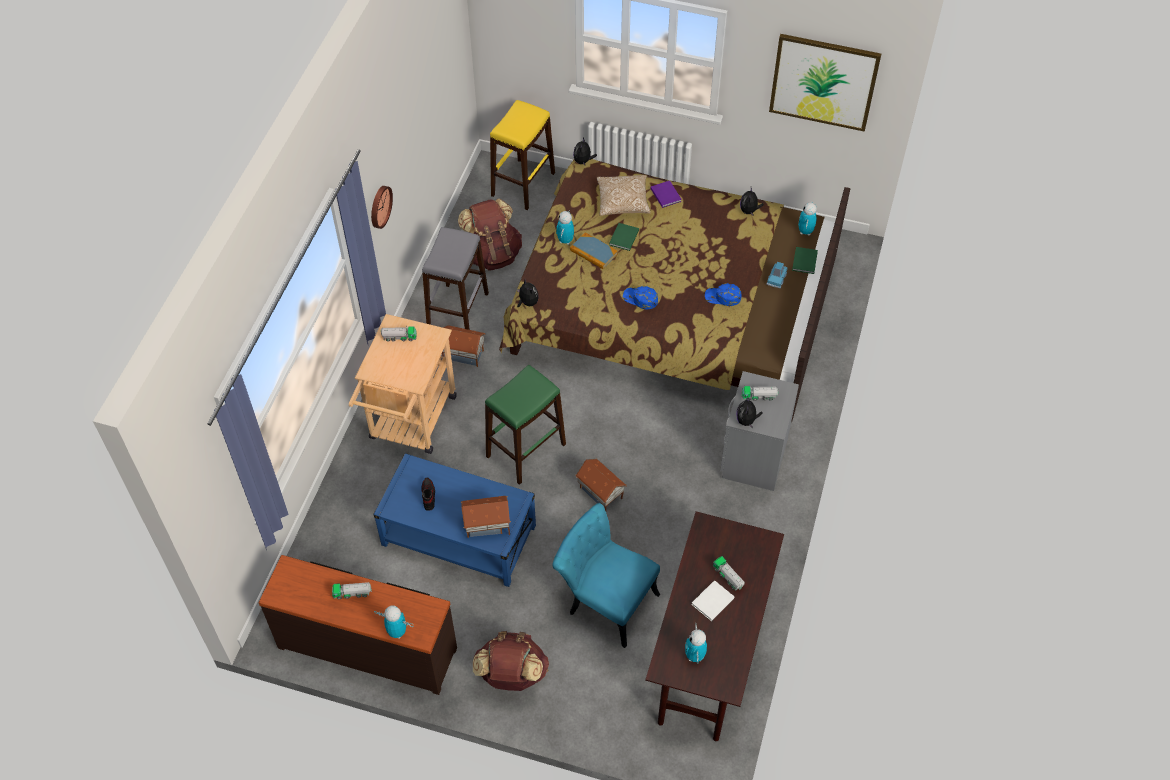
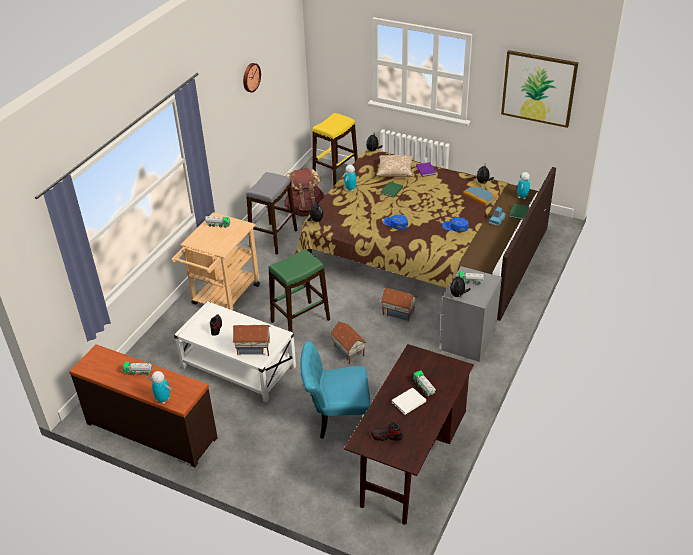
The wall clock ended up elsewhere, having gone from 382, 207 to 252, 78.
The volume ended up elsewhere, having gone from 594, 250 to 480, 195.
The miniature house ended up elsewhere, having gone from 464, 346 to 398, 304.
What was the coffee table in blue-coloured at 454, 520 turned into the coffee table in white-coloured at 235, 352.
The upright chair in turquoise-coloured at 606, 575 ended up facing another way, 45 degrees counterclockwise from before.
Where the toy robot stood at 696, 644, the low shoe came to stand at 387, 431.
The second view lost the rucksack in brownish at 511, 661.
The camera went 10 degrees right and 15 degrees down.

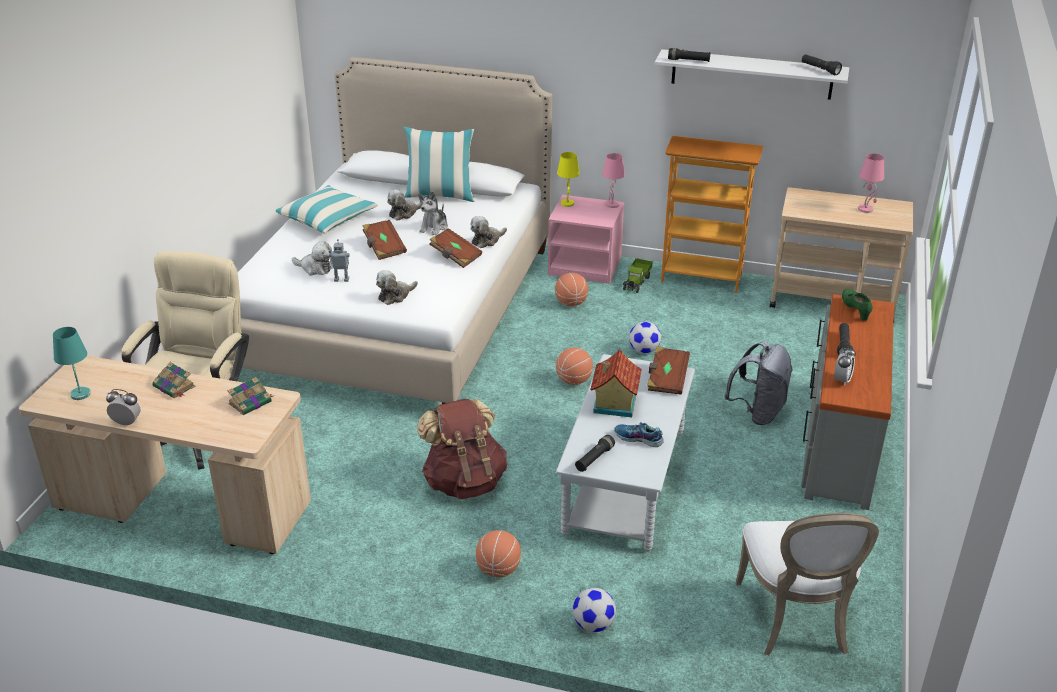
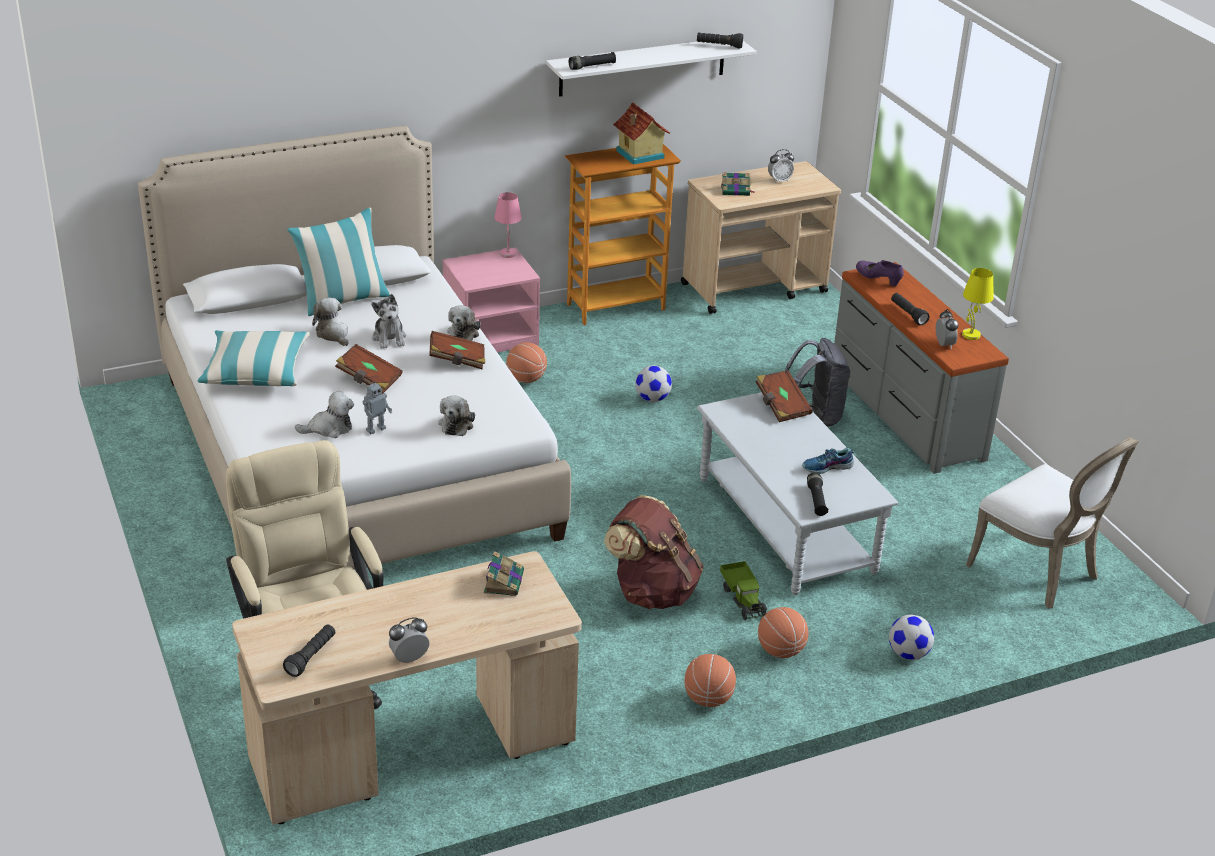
The table lamp in yellowish ended up elsewhere, having gone from 568, 179 to 978, 304.
Where the table lamp in pink-coloured stood at 871, 183, the table clock came to stand at 781, 165.
The cuddly toy at 404, 205 ended up facing another way, 135 degrees clockwise from before.
The model truck ended up elsewhere, having gone from 638, 275 to 743, 590.
What was the low shoe in green-coloured at 857, 305 turned into the low shoe in purple at 880, 273.
Where the table lamp in turquoise-coloured stood at 72, 363, the torch in black came to stand at 309, 650.
The basketball ended up elsewhere, having gone from 574, 366 to 710, 680.
The miniature house ended up elsewhere, having gone from 616, 383 to 641, 133.
The volume ended up elsewhere, having gone from 174, 380 to 738, 184.
The camera went 40 degrees left and 0 degrees up.

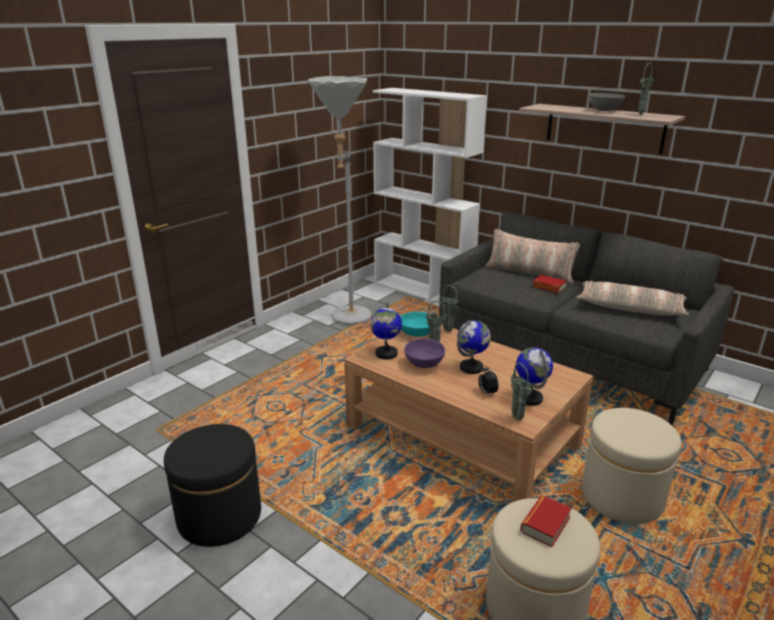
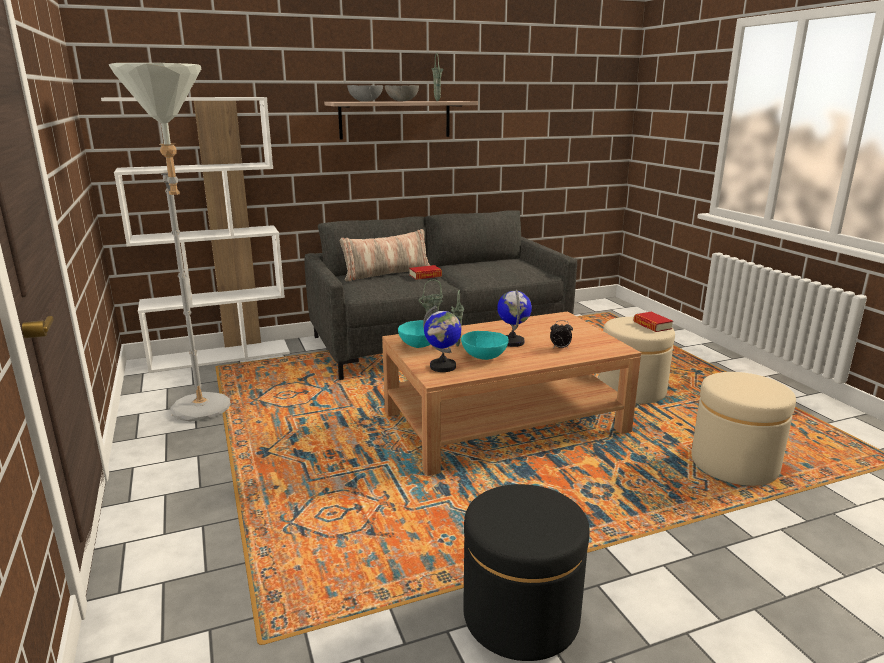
The second view lost the pillow at 633, 298.
What was the deep dish in purple at 424, 353 turned into the deep dish in turquoise-coloured at 485, 345.
The second view lost the desk globe at 534, 376.
The second view lost the vase in green-coloured at 521, 391.
The volume ended up elsewhere, having gone from 546, 521 to 653, 322.
The second view gained the deep dish in grey at 365, 93.
The camera went 60 degrees left and 5 degrees down.

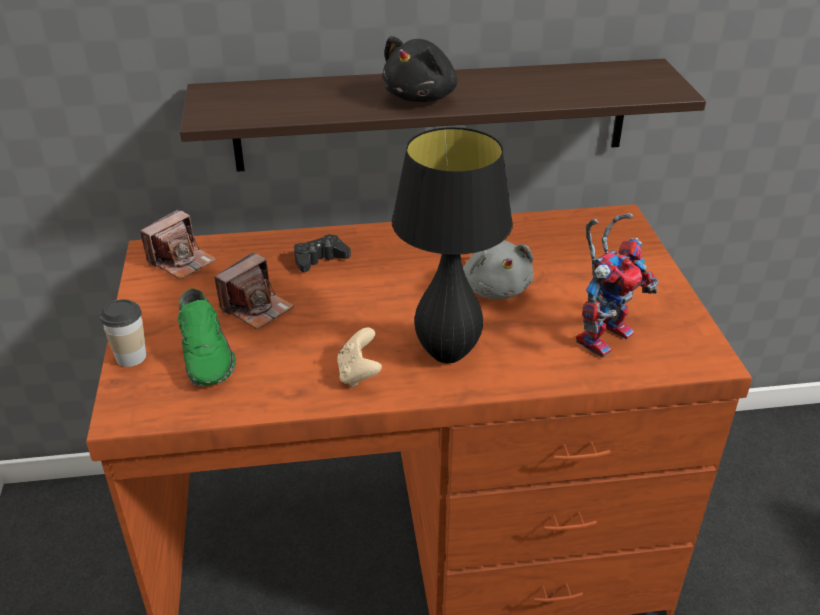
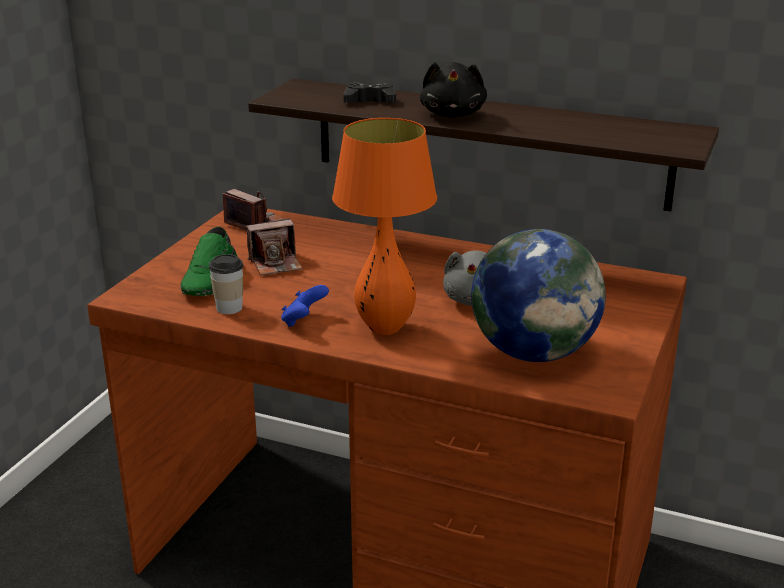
The cuddly toy in black at 420, 69 ended up facing another way, 60 degrees counterclockwise from before.
What was the table lamp in black at 452, 245 turned into the table lamp in orange at 384, 226.
The photo camera at 178, 244 ended up facing another way, 120 degrees counterclockwise from before.
Where the toy robot stood at 617, 285, the desk globe came to stand at 538, 295.
The gamepad in black ended up elsewhere, having gone from 322, 253 to 369, 92.
The cup ended up elsewhere, having gone from 123, 333 to 226, 284.
What was the gamepad in sand-coloured at 359, 357 turned into the gamepad in blue-coloured at 305, 306.
The camera went 30 degrees right and 10 degrees down.

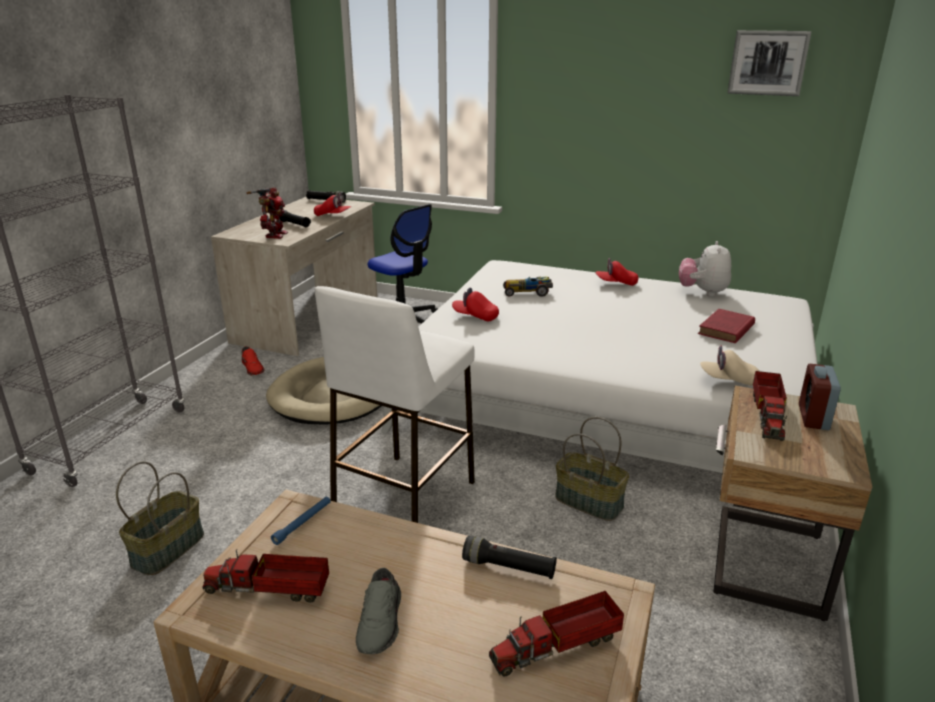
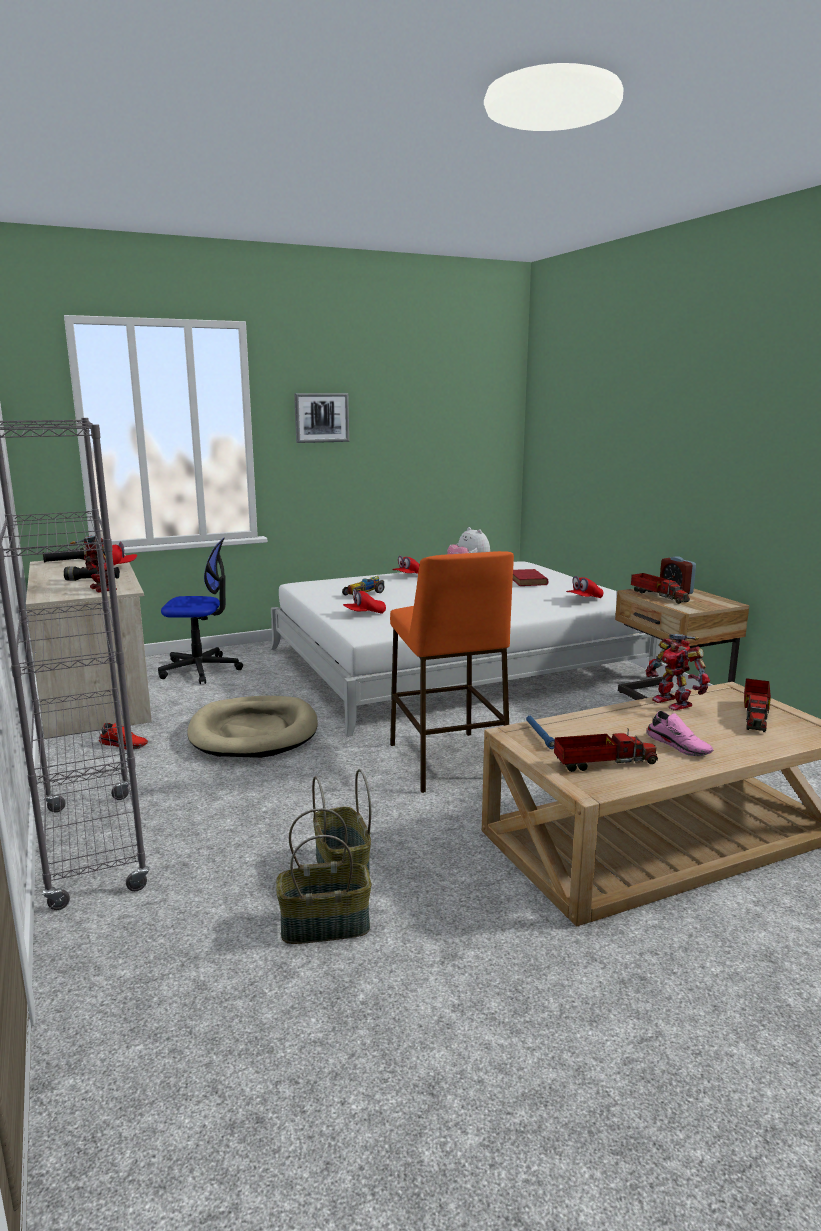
The wall picture ended up elsewhere, having gone from 769, 63 to 321, 418.
What was the stool in white-coloured at 395, 404 turned into the stool in orange at 452, 672.
What was the baseball cap in sand-coloured at 729, 366 turned into the baseball cap in red-coloured at 585, 587.
The household basket ended up elsewhere, having gone from 592, 469 to 323, 876.
Where the torch in black stood at 509, 557, the toy robot came to stand at 677, 672.
The model truck at 266, 575 ended up facing another way, 150 degrees counterclockwise from before.
What was the low shoe in grey at 378, 611 turned into the low shoe in pink-coloured at 679, 733.
The camera went 45 degrees left and 10 degrees down.

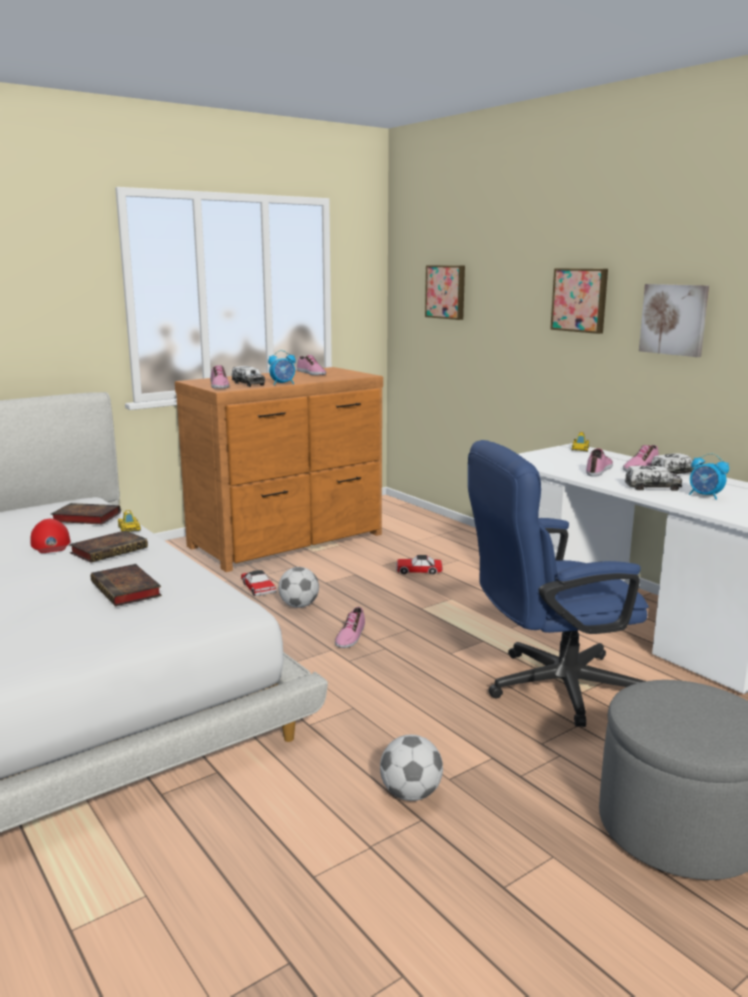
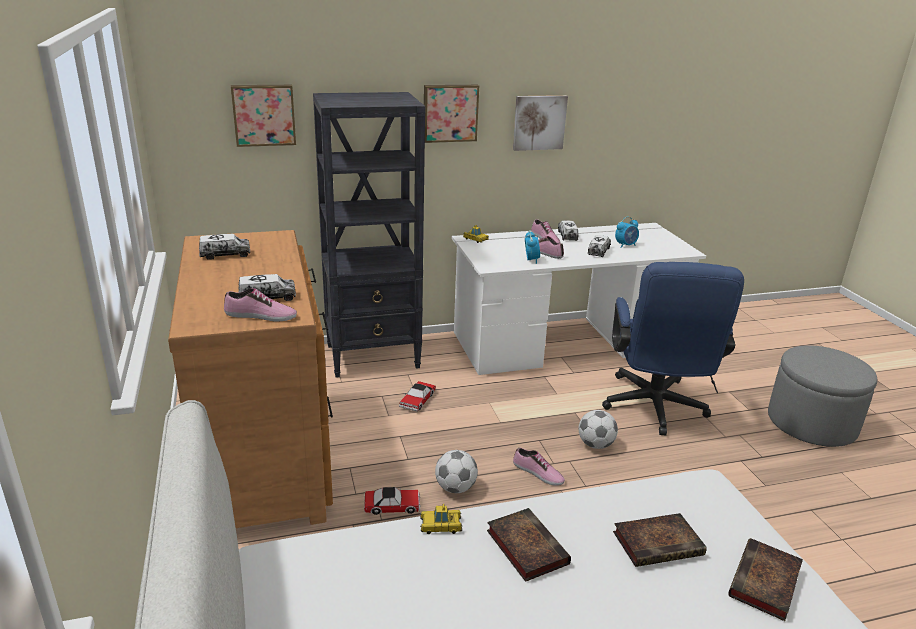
The table clock ended up elsewhere, having gone from 282, 367 to 532, 247.
Where the low shoe stood at 311, 365, the model truck came to stand at 224, 247.
The volume ended up elsewhere, having gone from 85, 513 to 765, 579.
The second view lost the baseball cap in red-coloured at 50, 536.
The football ball ended up elsewhere, having gone from 411, 768 to 598, 429.
The second view gained the bookshelf in black at 369, 235.
The camera went 70 degrees left and 10 degrees up.

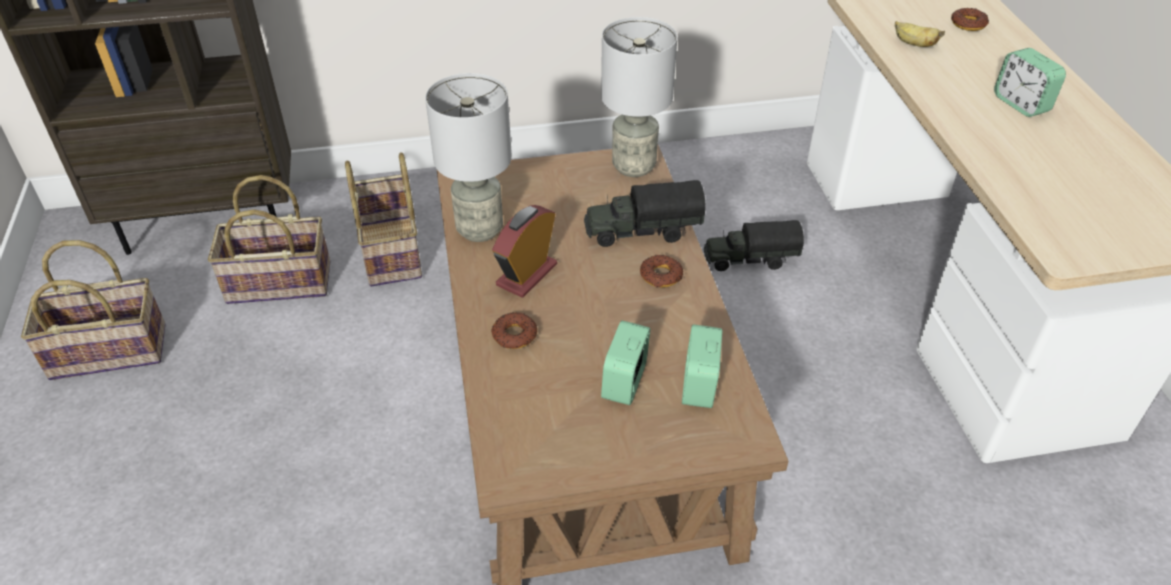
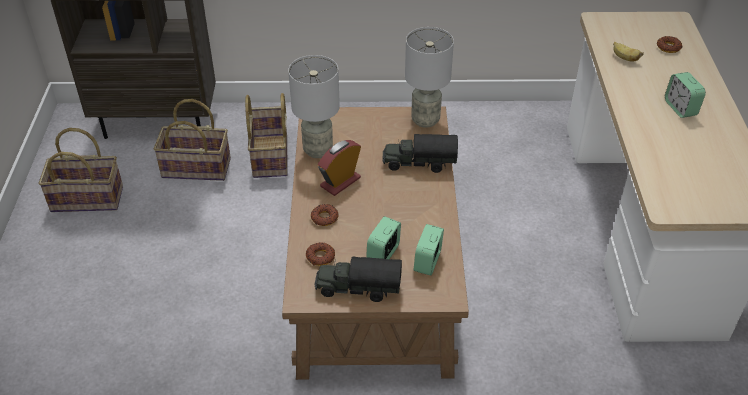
The model truck ended up elsewhere, having gone from 754, 245 to 358, 279.
The doughnut ended up elsewhere, having gone from 661, 271 to 320, 254.
The camera went 10 degrees right and 0 degrees up.

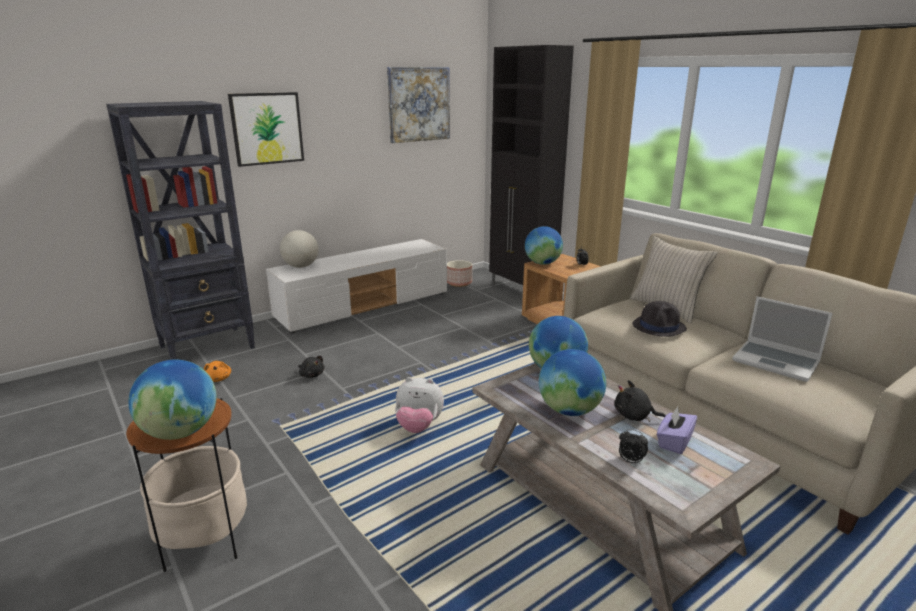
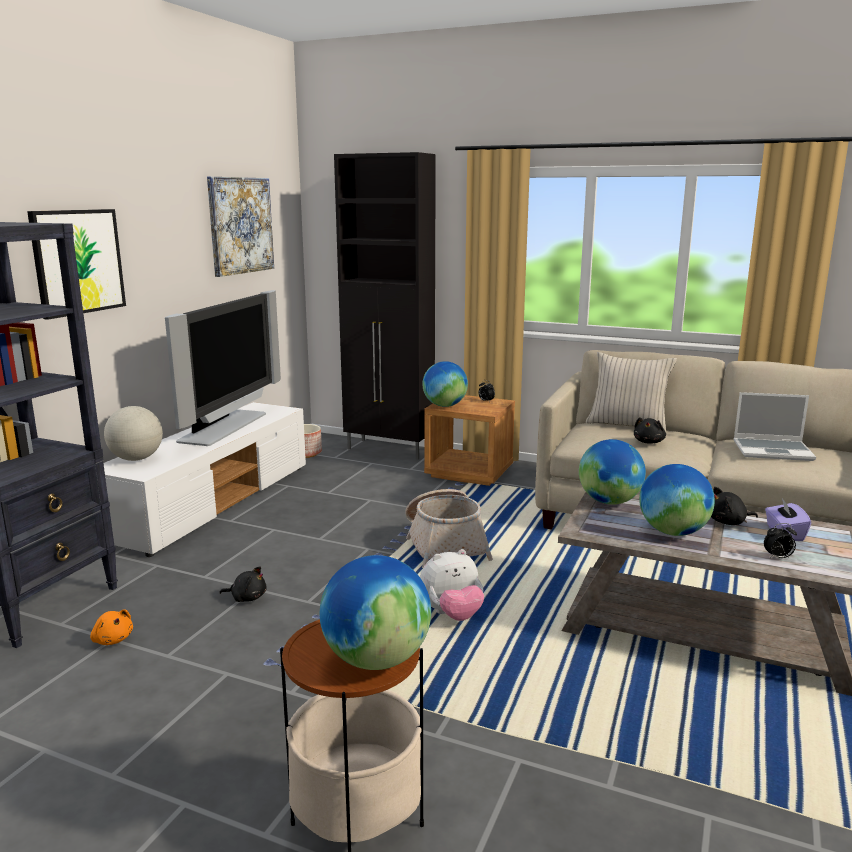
Where the hat in black stood at 659, 319, the cuddly toy in black came to stand at 650, 430.
The second view gained the TV at 223, 368.
The second view gained the household basket at 449, 528.
The camera went 30 degrees left and 5 degrees down.

